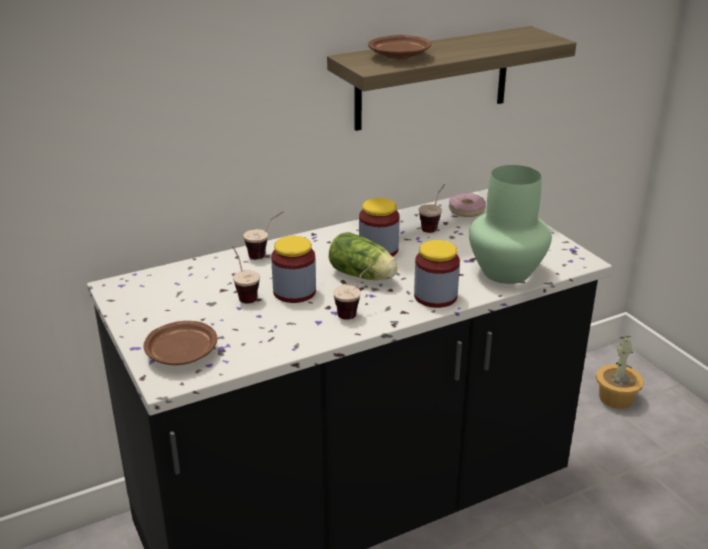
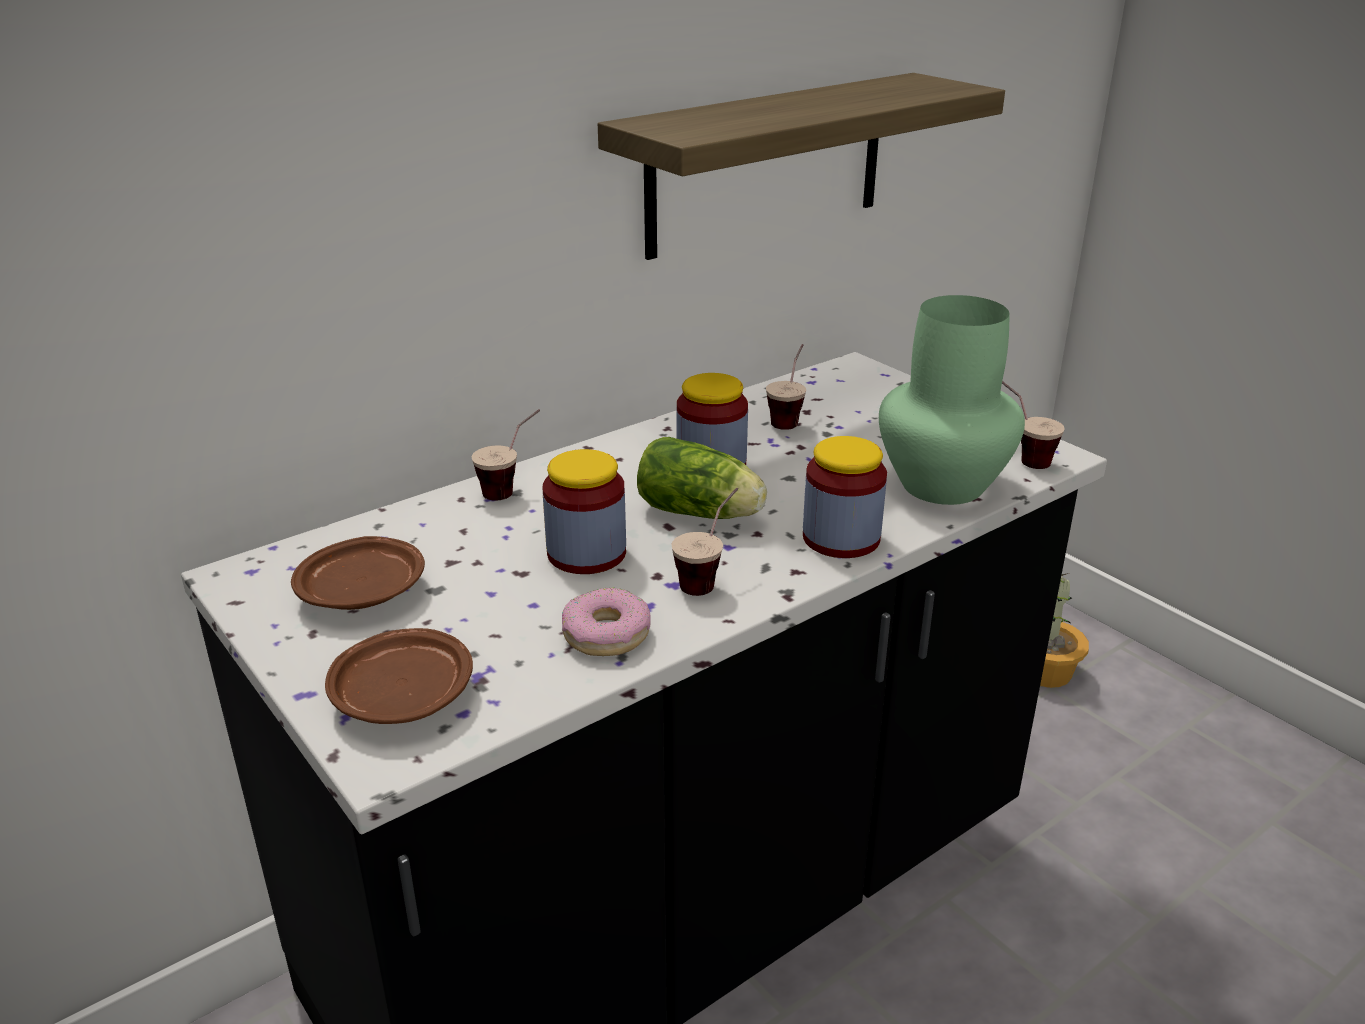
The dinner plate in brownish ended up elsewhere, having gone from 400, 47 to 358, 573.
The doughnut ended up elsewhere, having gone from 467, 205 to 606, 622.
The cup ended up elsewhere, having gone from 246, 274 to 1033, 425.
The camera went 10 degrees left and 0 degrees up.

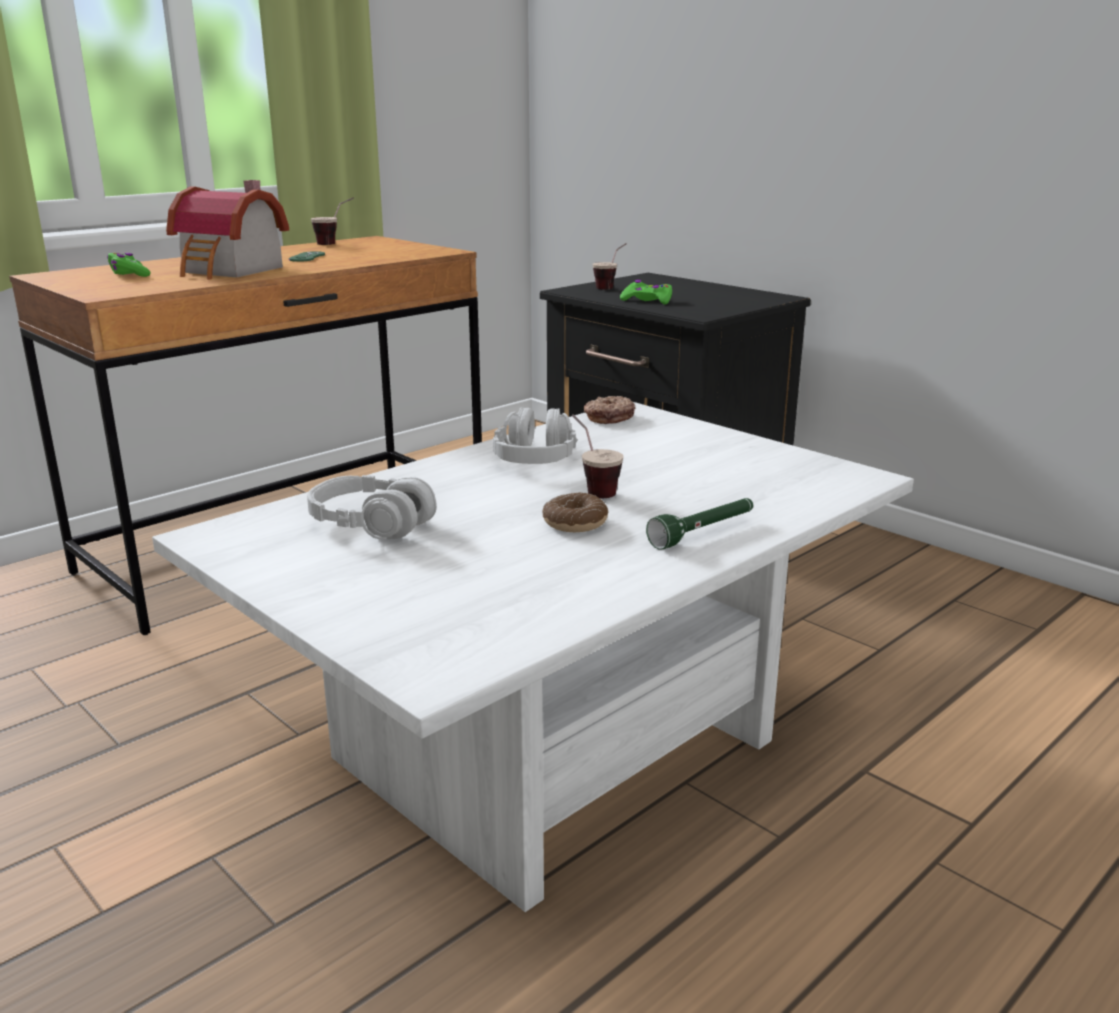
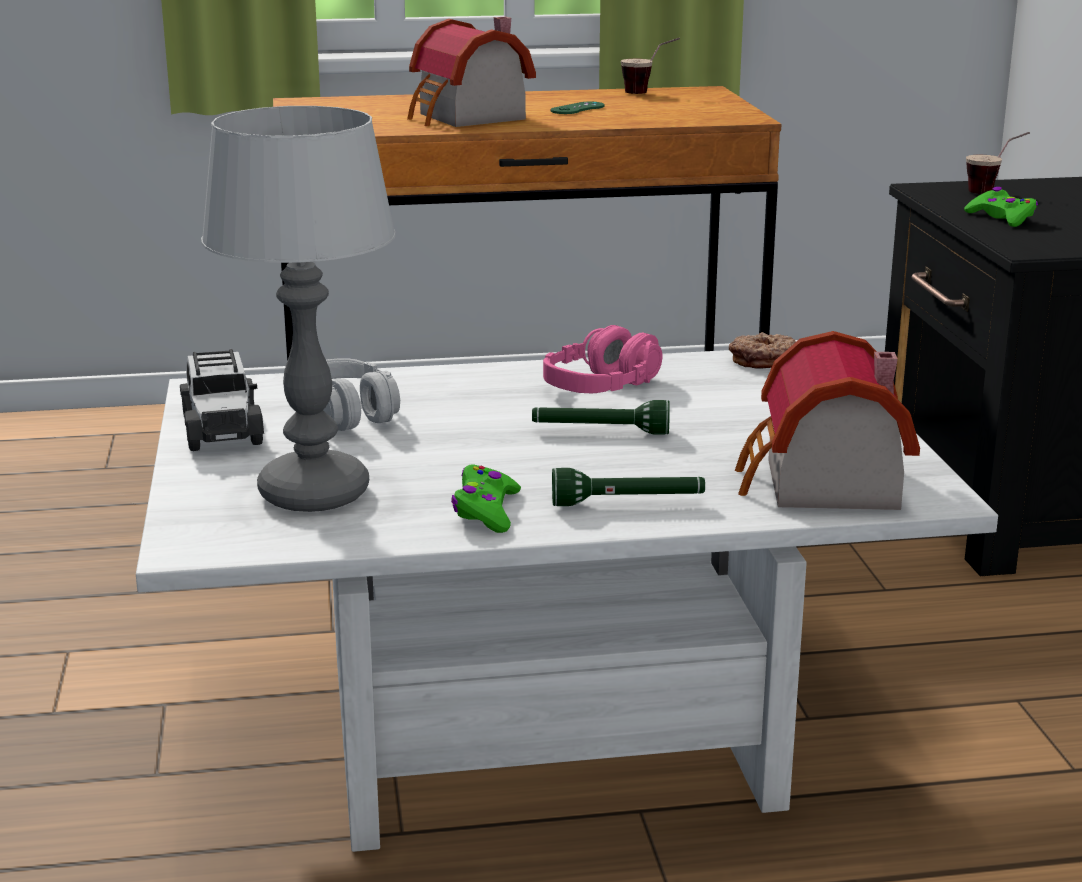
The gamepad in green-coloured ended up elsewhere, having gone from 129, 265 to 486, 499.
What was the pair of headphones in grey at 535, 435 turned into the pair of headphones in pink-coloured at 603, 359.
Where the cup stood at 598, 456, the torch in green-coloured came to stand at 601, 417.
The second view lost the doughnut at 575, 512.
The second view gained the table lamp at 298, 309.
The second view gained the miniature house at 827, 420.
The second view gained the model car at 222, 400.
The camera went 35 degrees right and 0 degrees up.

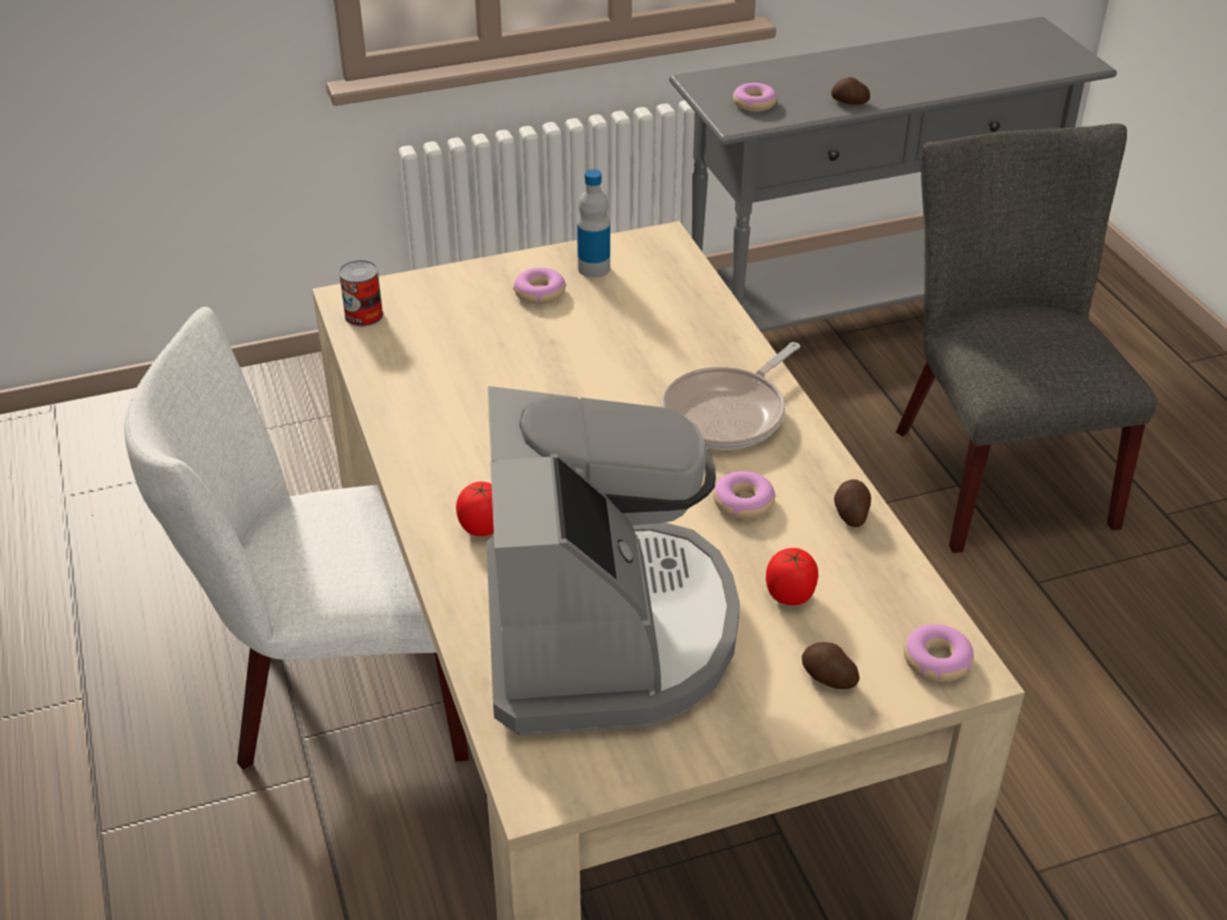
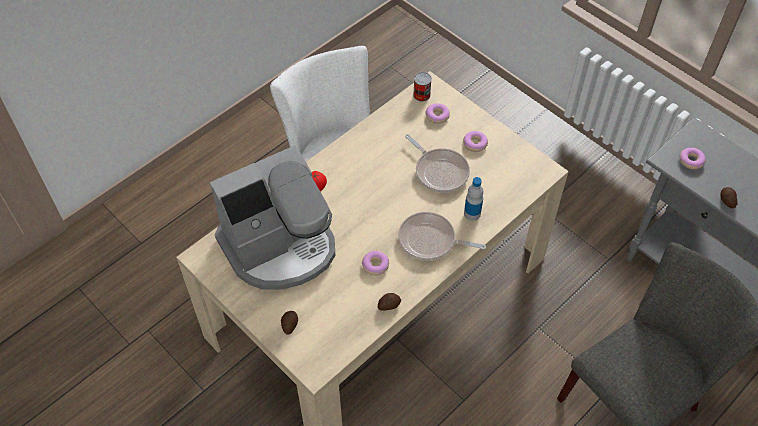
The beverage bottle ended up elsewhere, having gone from 593, 223 to 473, 199.
The second view lost the fresh tomato at 792, 576.
The doughnut ended up elsewhere, having gone from 939, 653 to 437, 113.
The second view gained the frying pan at 437, 163.
The camera went 65 degrees right and 15 degrees up.

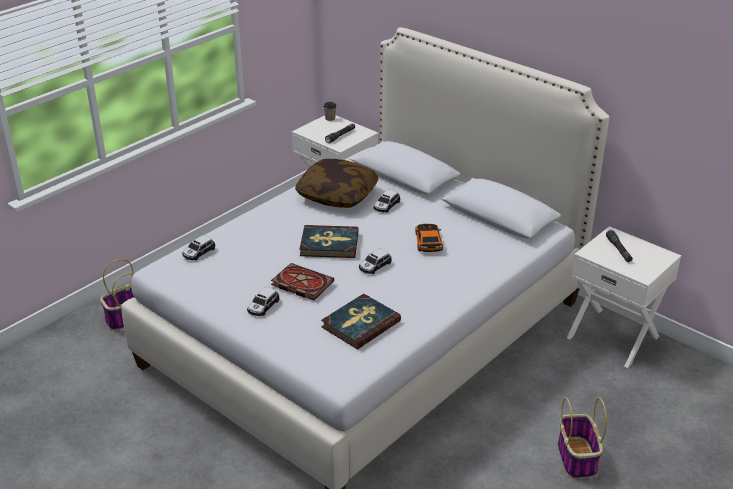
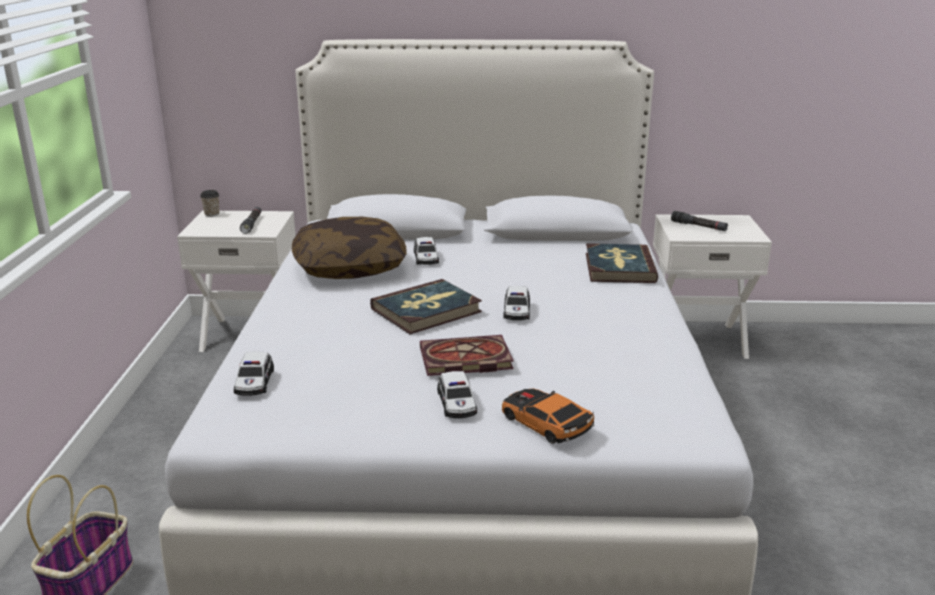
The model car ended up elsewhere, having gone from 429, 238 to 548, 416.
The volume ended up elsewhere, having gone from 361, 321 to 622, 263.
The second view lost the household basket at 582, 438.
The camera went 40 degrees left and 10 degrees down.

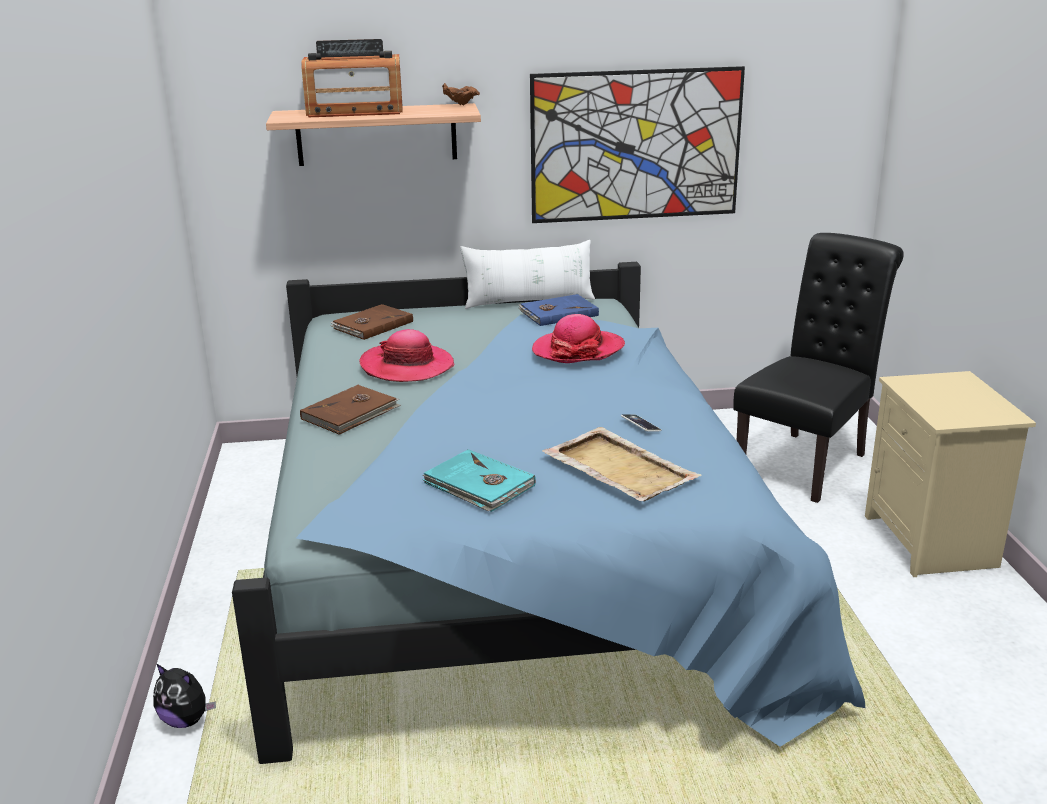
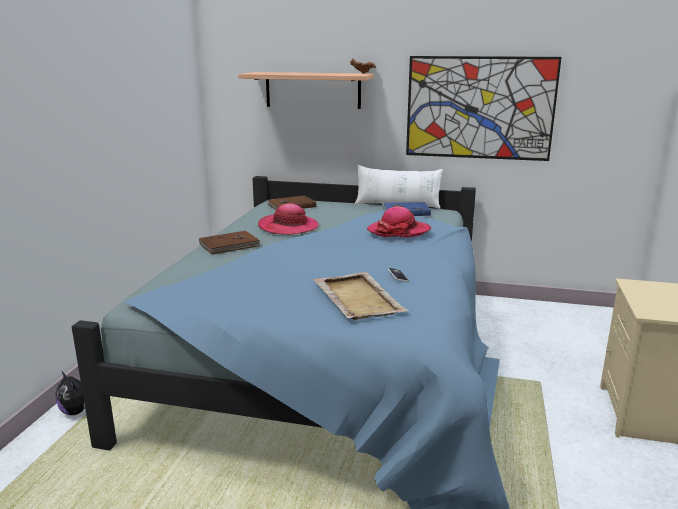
The second view lost the radio receiver at 352, 78.
The second view lost the upright chair in black at 818, 368.
The second view lost the volume in turquoise-coloured at 479, 480.
The camera went 20 degrees right and 5 degrees down.

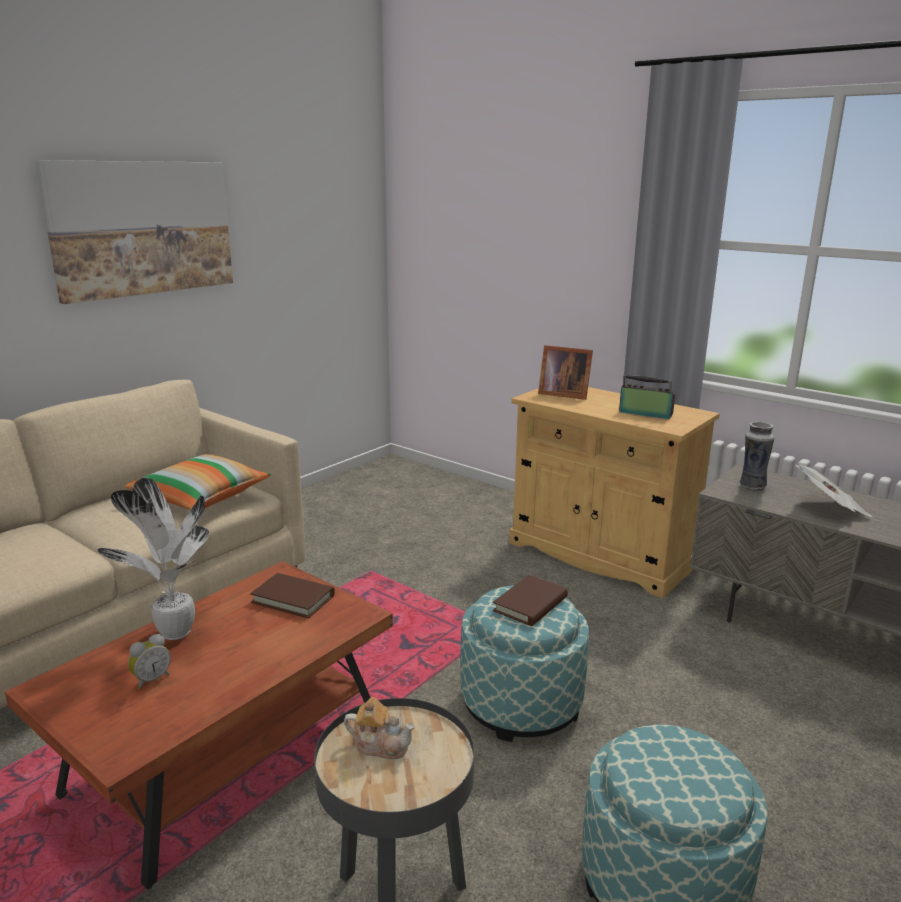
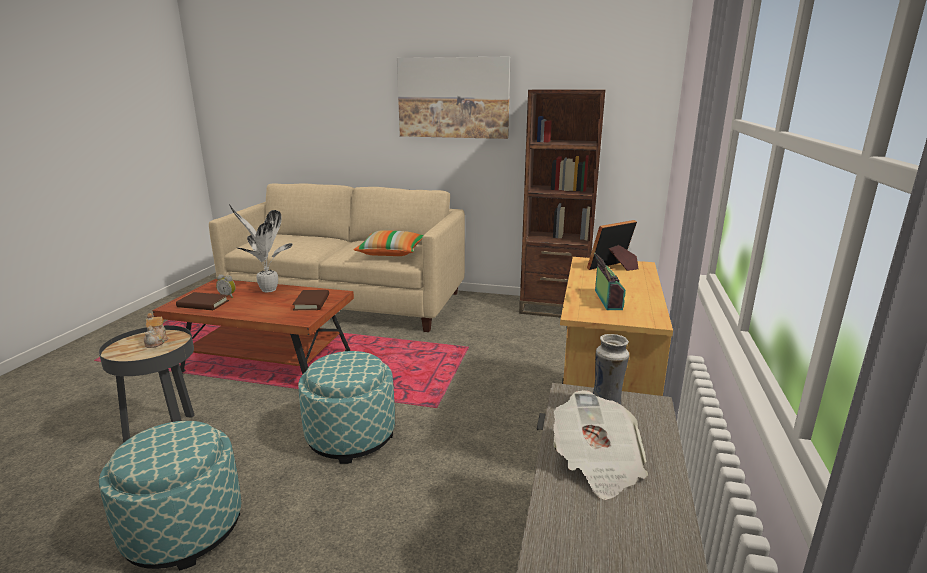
The standing frame at 565, 372 ended up facing another way, 60 degrees clockwise from before.
The volume in brownish ended up elsewhere, having gone from 530, 600 to 202, 301.
The second view gained the bookshelf in brownish at 562, 203.
The camera went 65 degrees right and 0 degrees up.

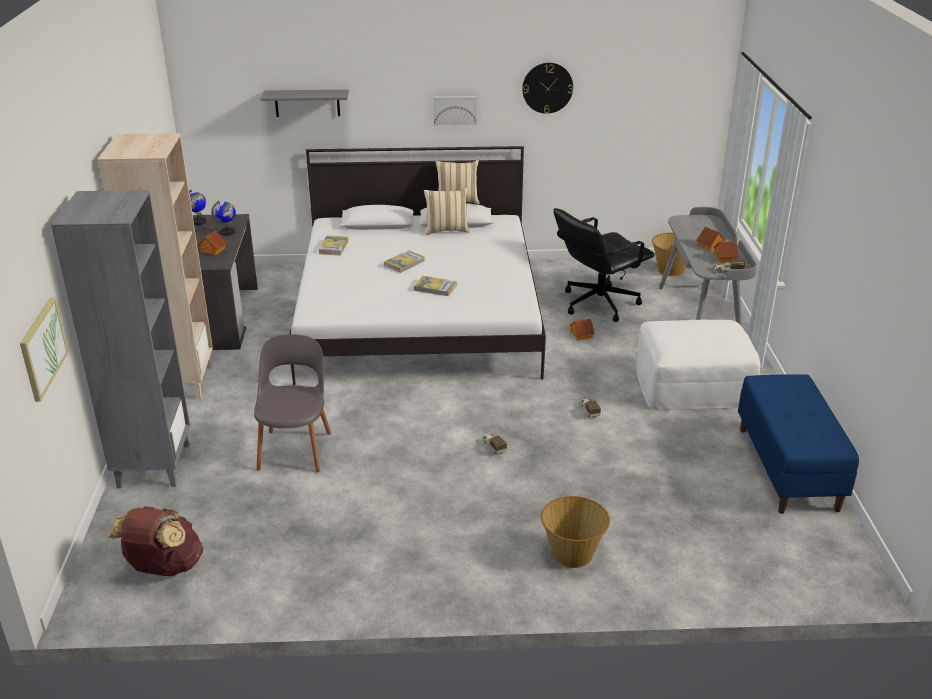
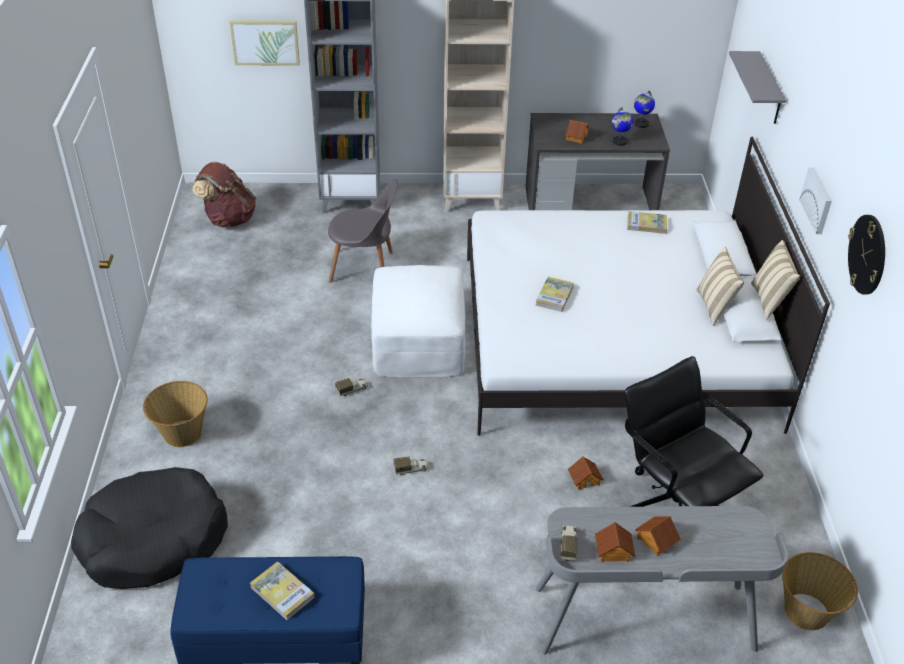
The volume ended up elsewhere, having gone from 404, 261 to 282, 591.
The pouffe in white-coloured ended up elsewhere, having gone from 698, 365 to 418, 321.
The second view gained the pet bed in black at 149, 528.
The camera went 90 degrees right and 10 degrees up.

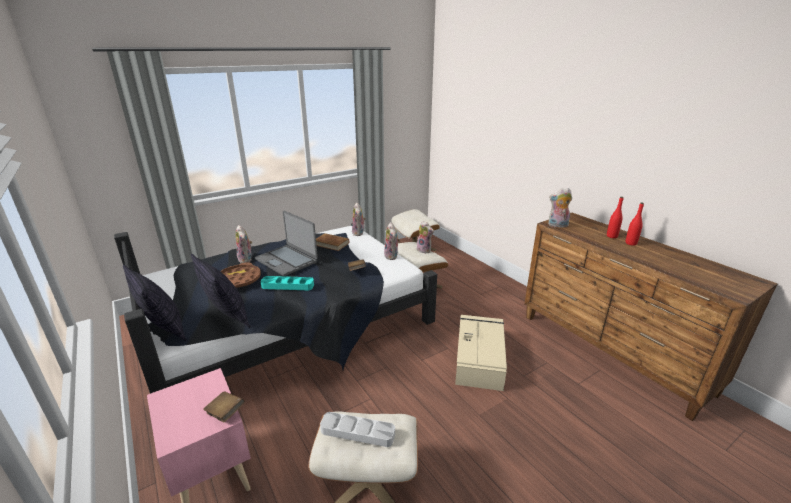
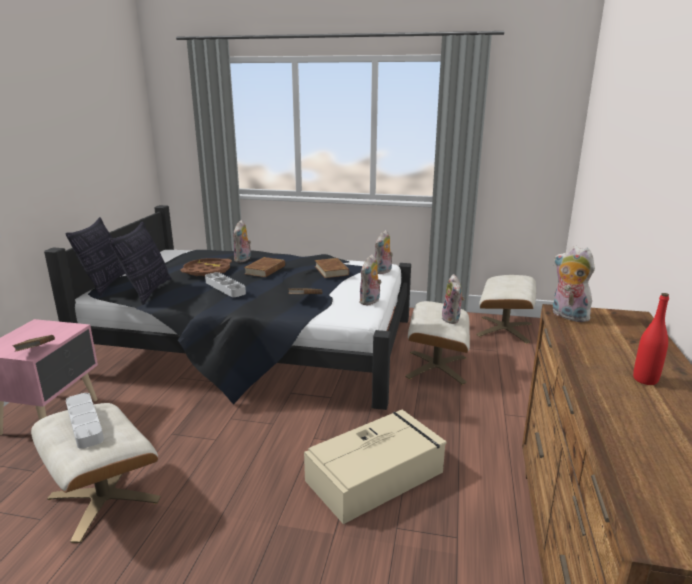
The second view lost the beverage bottle in red-coloured at 615, 217.
Where the laptop stood at 286, 243, the volume in brownish came to stand at 264, 267.
What was the serving tray in turquoise-coloured at 287, 283 turned into the serving tray in grey at 225, 284.
The camera went 45 degrees right and 5 degrees down.

